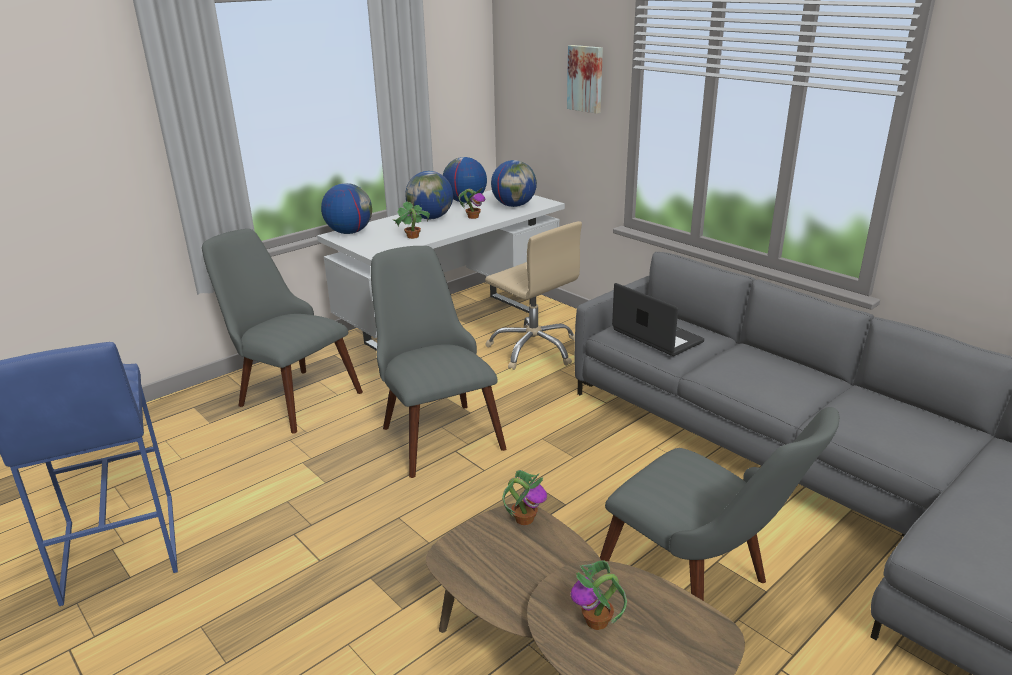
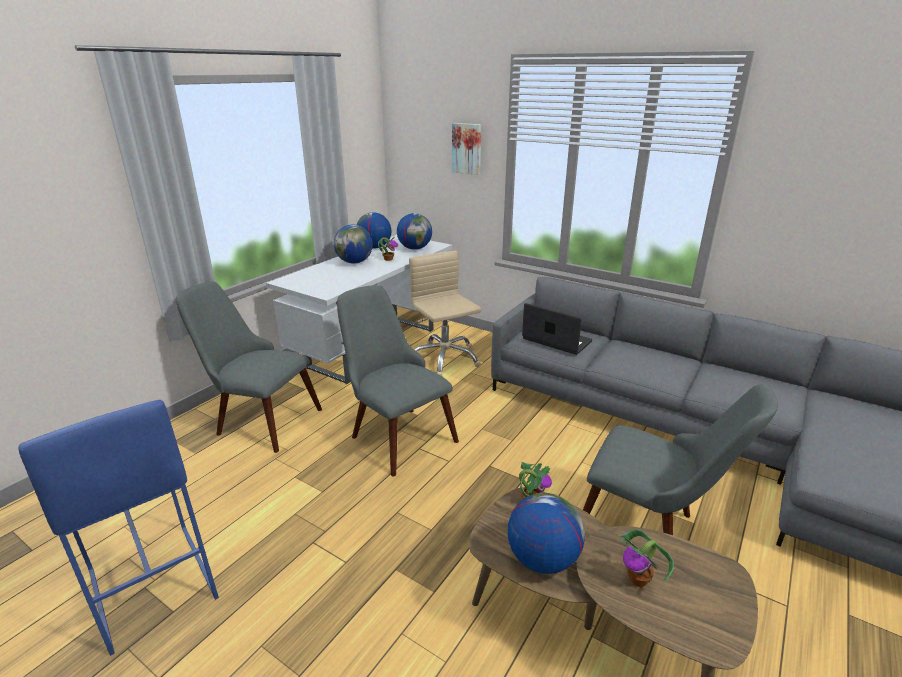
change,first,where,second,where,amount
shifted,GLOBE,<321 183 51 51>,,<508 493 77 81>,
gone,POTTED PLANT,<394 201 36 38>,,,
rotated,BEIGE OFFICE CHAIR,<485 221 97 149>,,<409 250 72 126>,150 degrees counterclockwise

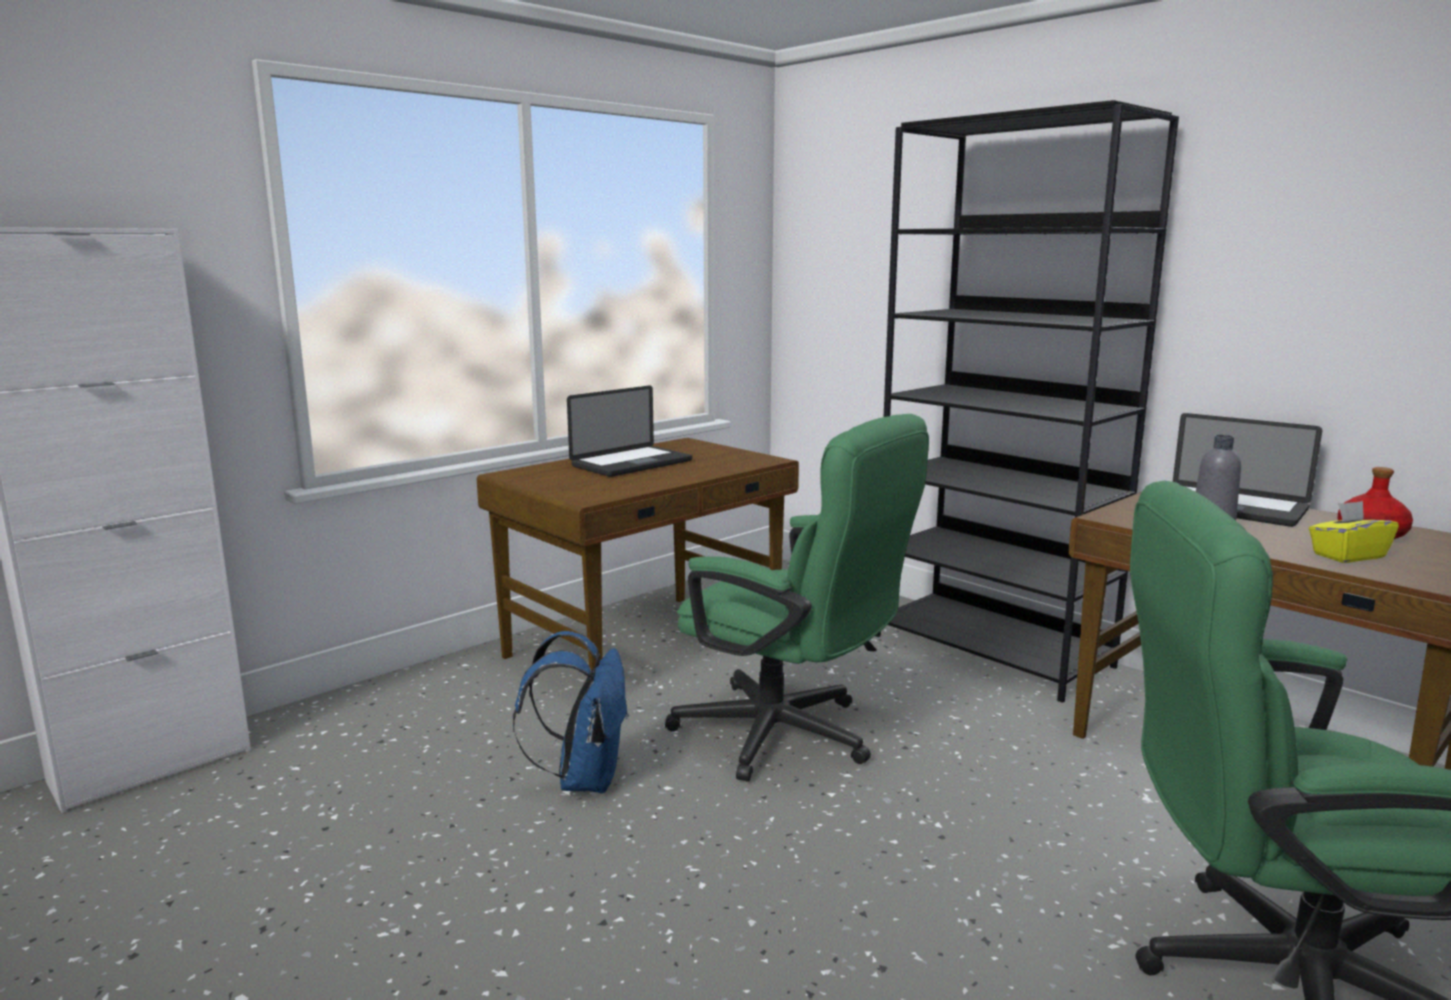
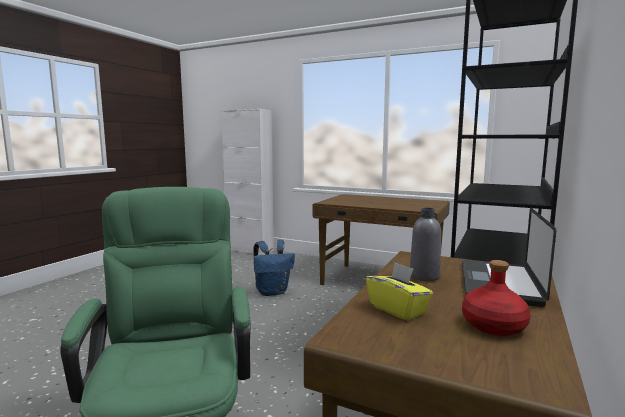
change,first,where,second,where,amount
gone,LAPTOP,<567 385 125 92>,,,
gone,GREEN OFFICE CHAIR,<665 414 264 368>,,,

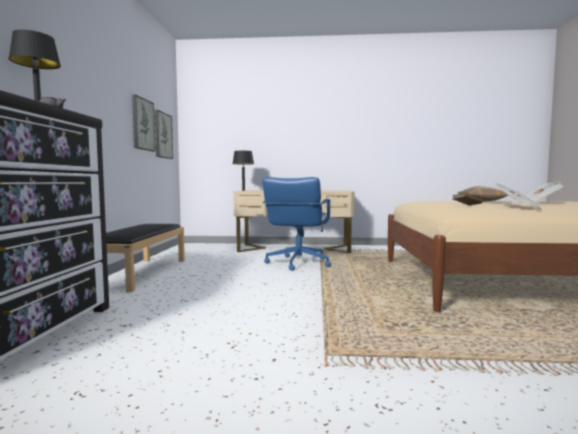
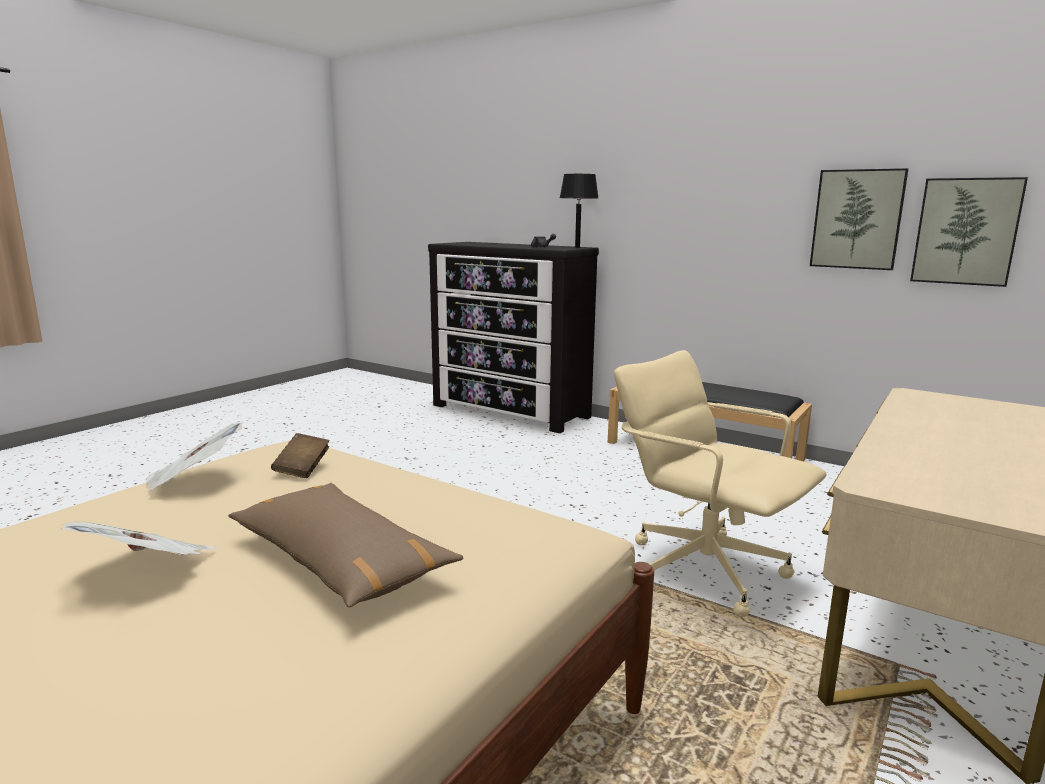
change,first,where,second,where,amount
gone,BLACK TABLE LAMP,<233 151 21 40>,,,
repainted,BLUE OFFICE CHAIR,<262 177 69 93>,BEIGE OFFICE CHAIR,<614 350 212 267>,

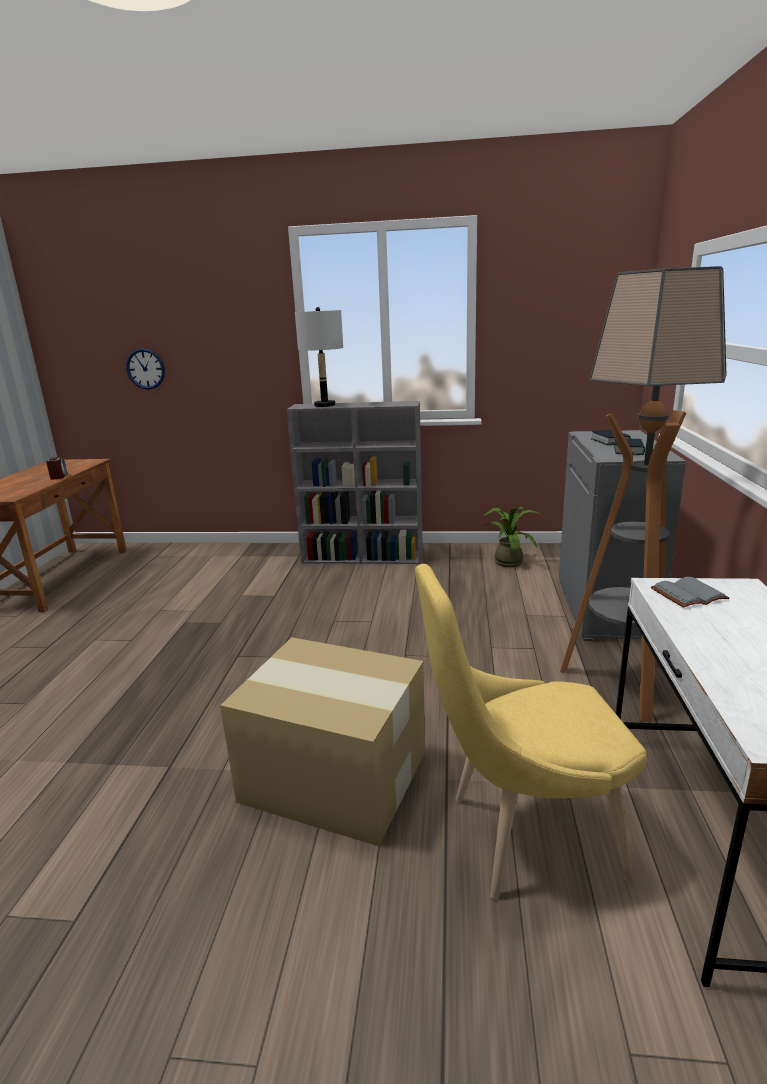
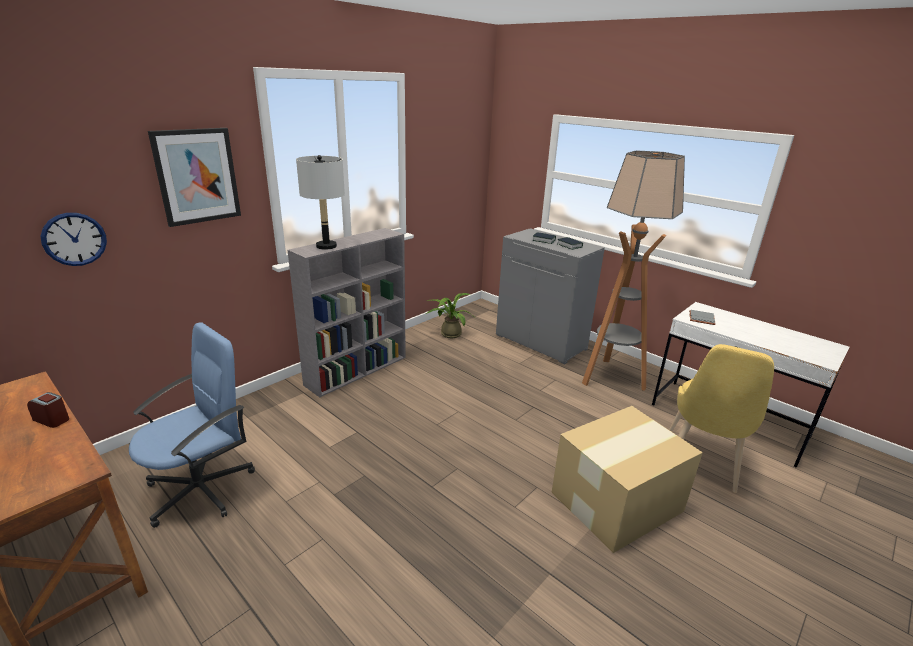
change,first,where,second,where,amount
new,,,PICTURE,<148 128 93 99>,
new,,,BLUE OFFICE CHAIR,<129 322 126 206>,

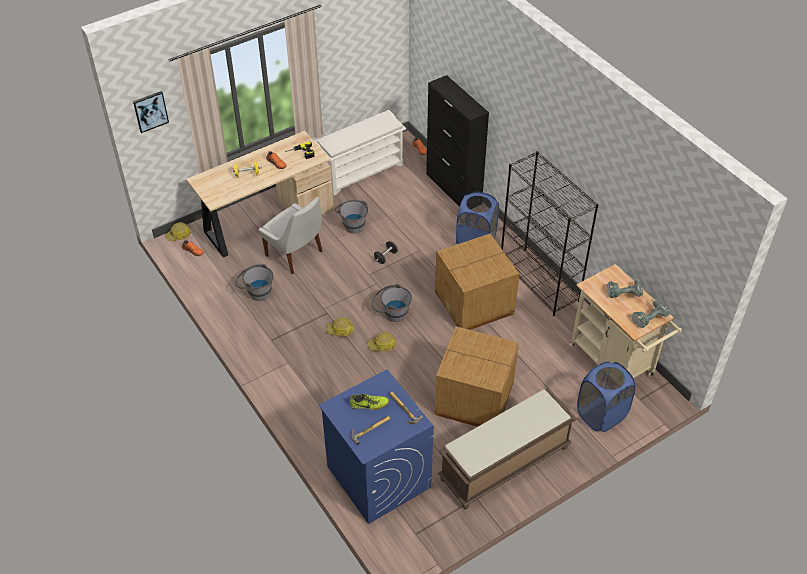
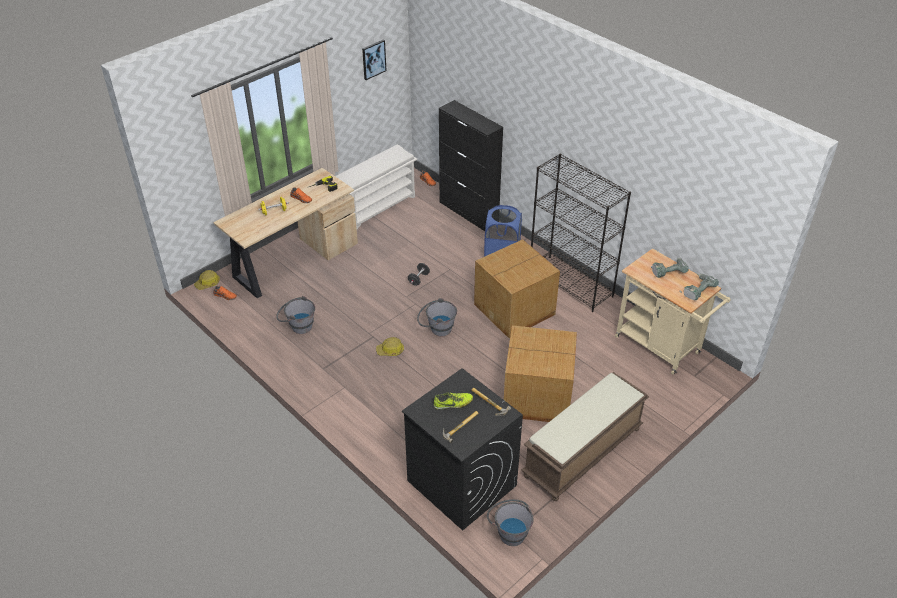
change,first,where,second,where,amount
shifted,PICTURE,<133 91 36 42>,,<362 40 25 40>,
gone,WHITE CHAIR,<259 197 64 77>,,,
shifted,GREY BUCKET,<335 200 33 34>,,<487 499 46 47>,
gone,HARD HAT,<368 332 28 20>,,,
gone,BLUE LAUNDRY BASKET,<577 361 58 71>,,,
repainted,BLUE WASHING MACHINE,<319 370 115 154>,BLACK WASHING MACHINE,<402 368 121 163>,

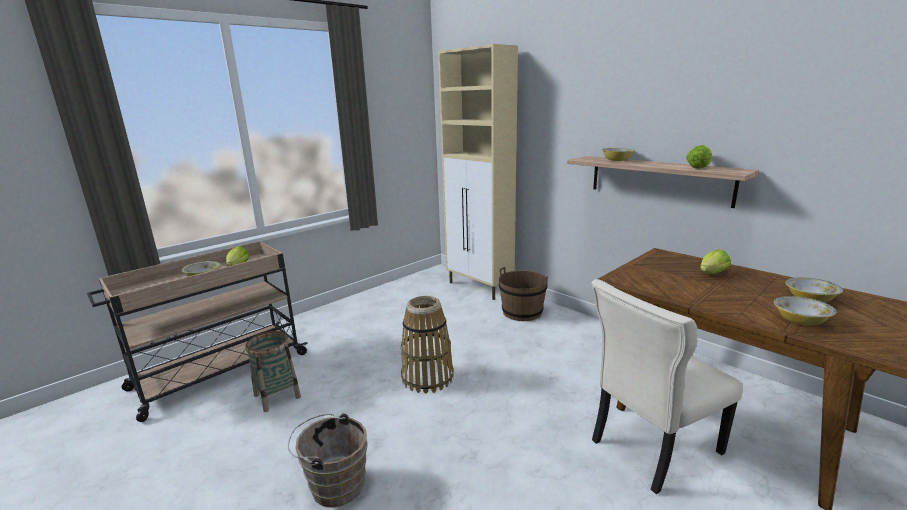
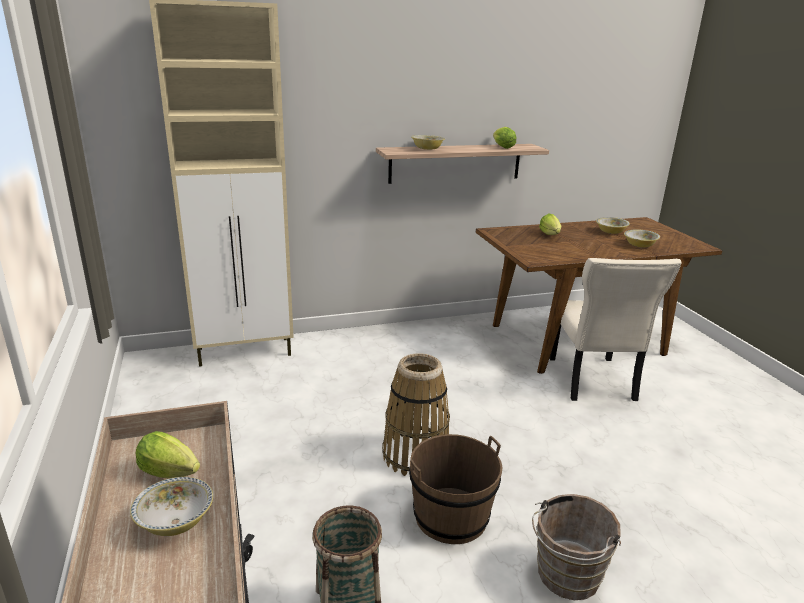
change,first,where,second,where,amount
shifted,BROWN BUCKET,<499 267 49 54>,,<409 434 93 110>,

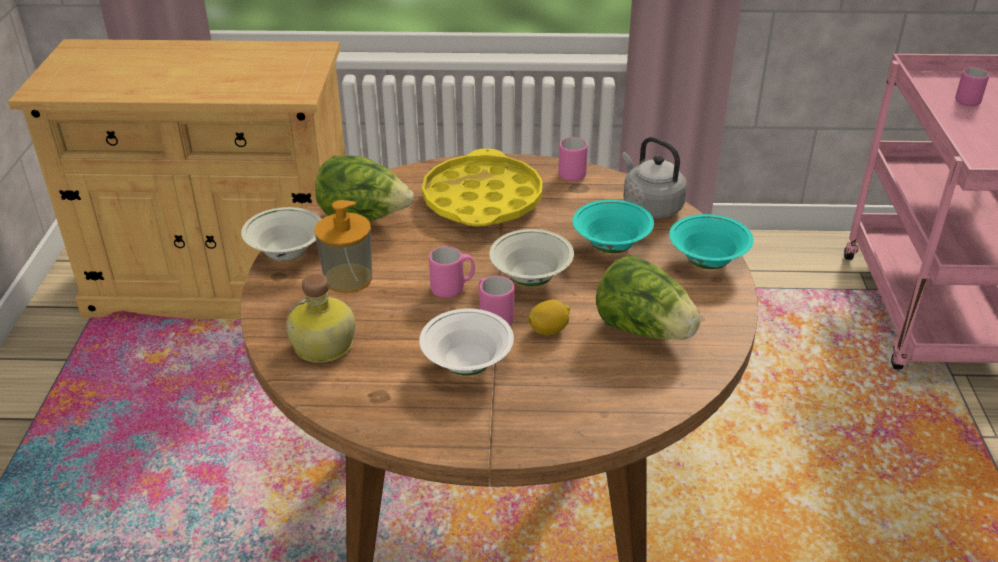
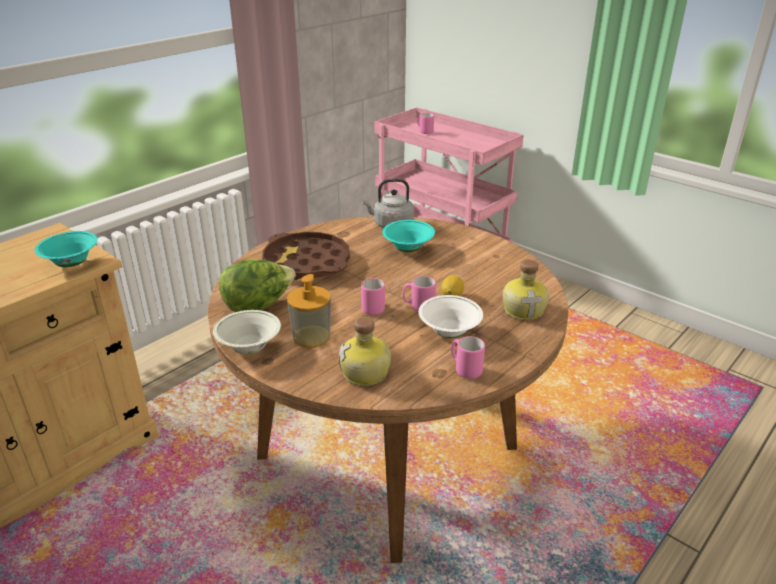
change,first,where,second,where,amount
shifted,PINK MUG,<558 137 30 44>,,<451 336 34 43>,
repainted,YELLOW TRAY,<422 149 121 77>,BROWN TRAY,<262 232 88 48>,
shifted,TURQUOISE BOWL,<669 214 84 55>,,<35 231 62 36>,
gone,WHITE BOWL,<489 229 85 57>,,,
gone,LETTUCE,<596 255 105 85>,,,
new,,,BOTTLE,<503 259 46 61>,

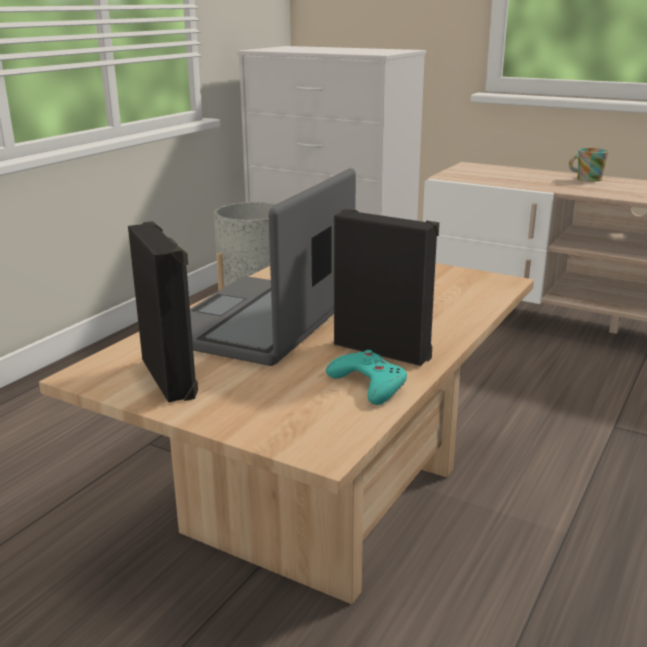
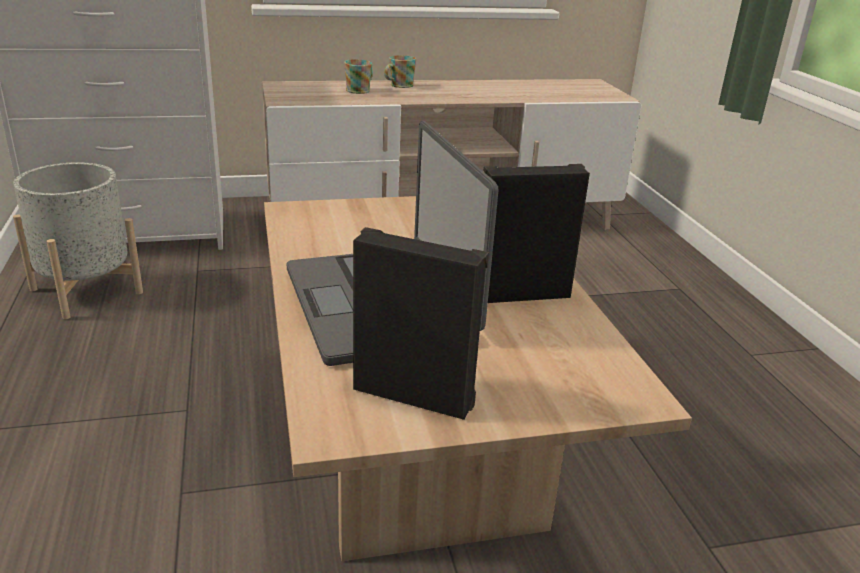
change,first,where,second,where,amount
gone,TURQUOISE GAME CONTROLLER,<326 350 81 55>,,,
new,,,MUG,<344 59 29 35>,

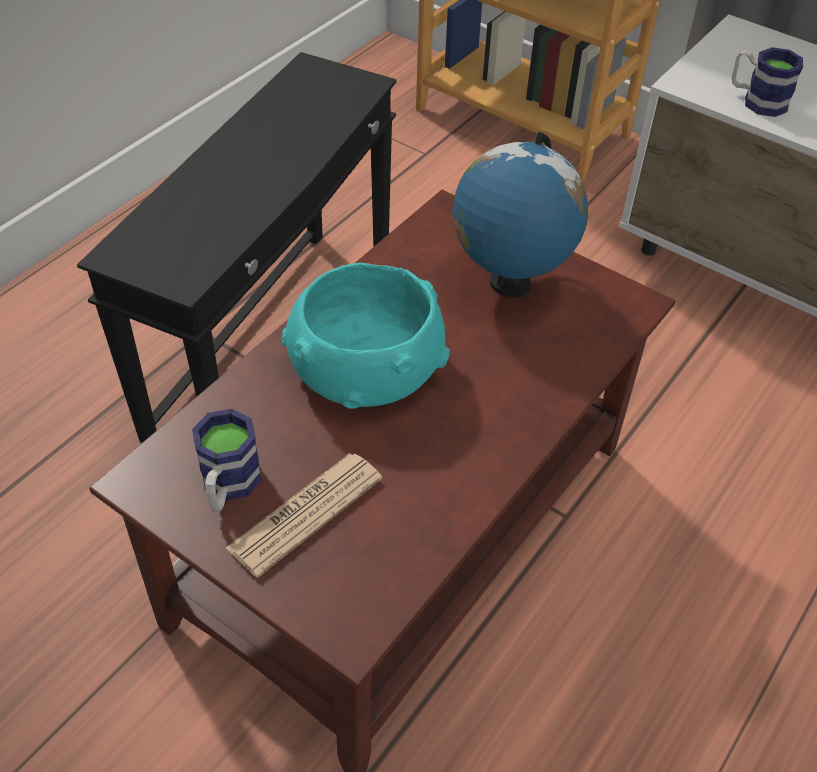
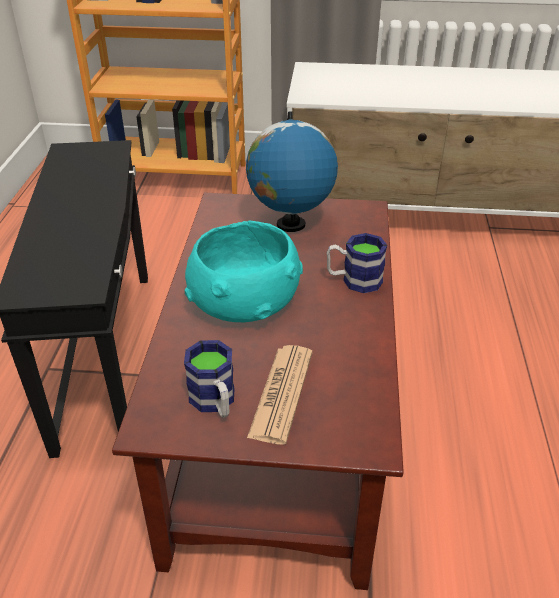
change,first,where,second,where,amount
shifted,MUG,<732 47 71 70>,,<327 233 61 60>,

